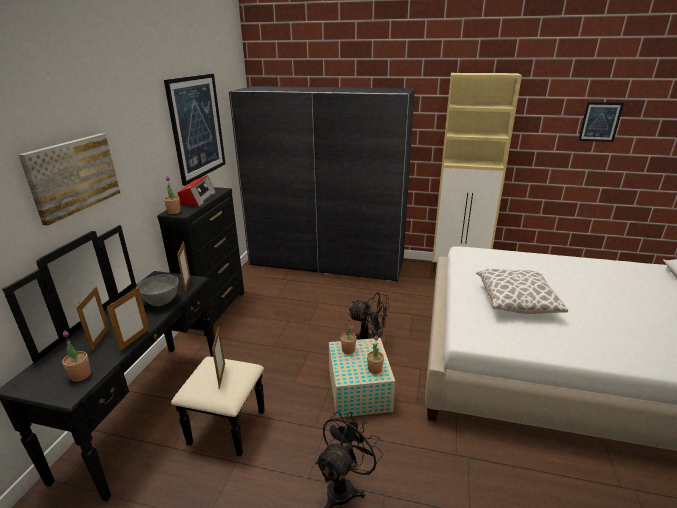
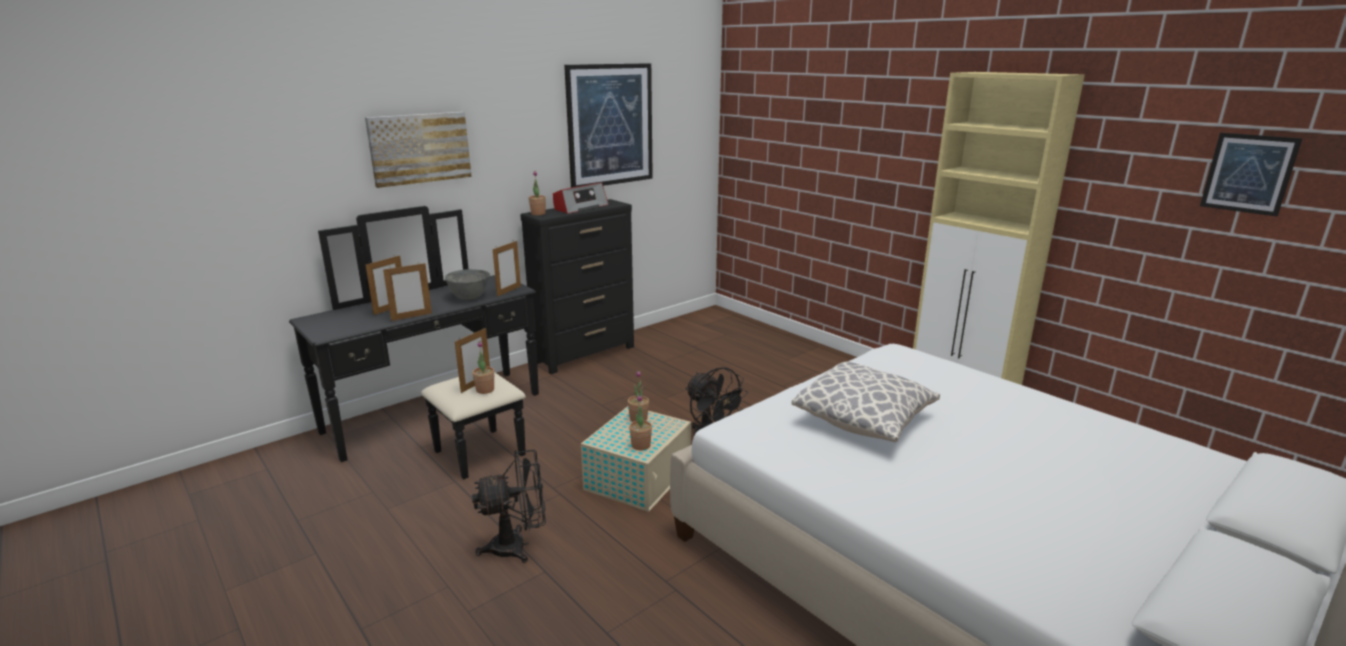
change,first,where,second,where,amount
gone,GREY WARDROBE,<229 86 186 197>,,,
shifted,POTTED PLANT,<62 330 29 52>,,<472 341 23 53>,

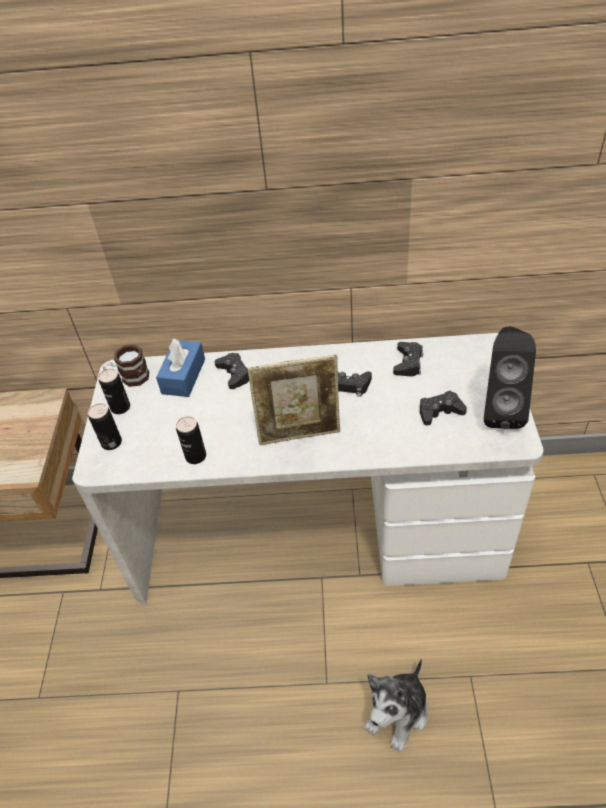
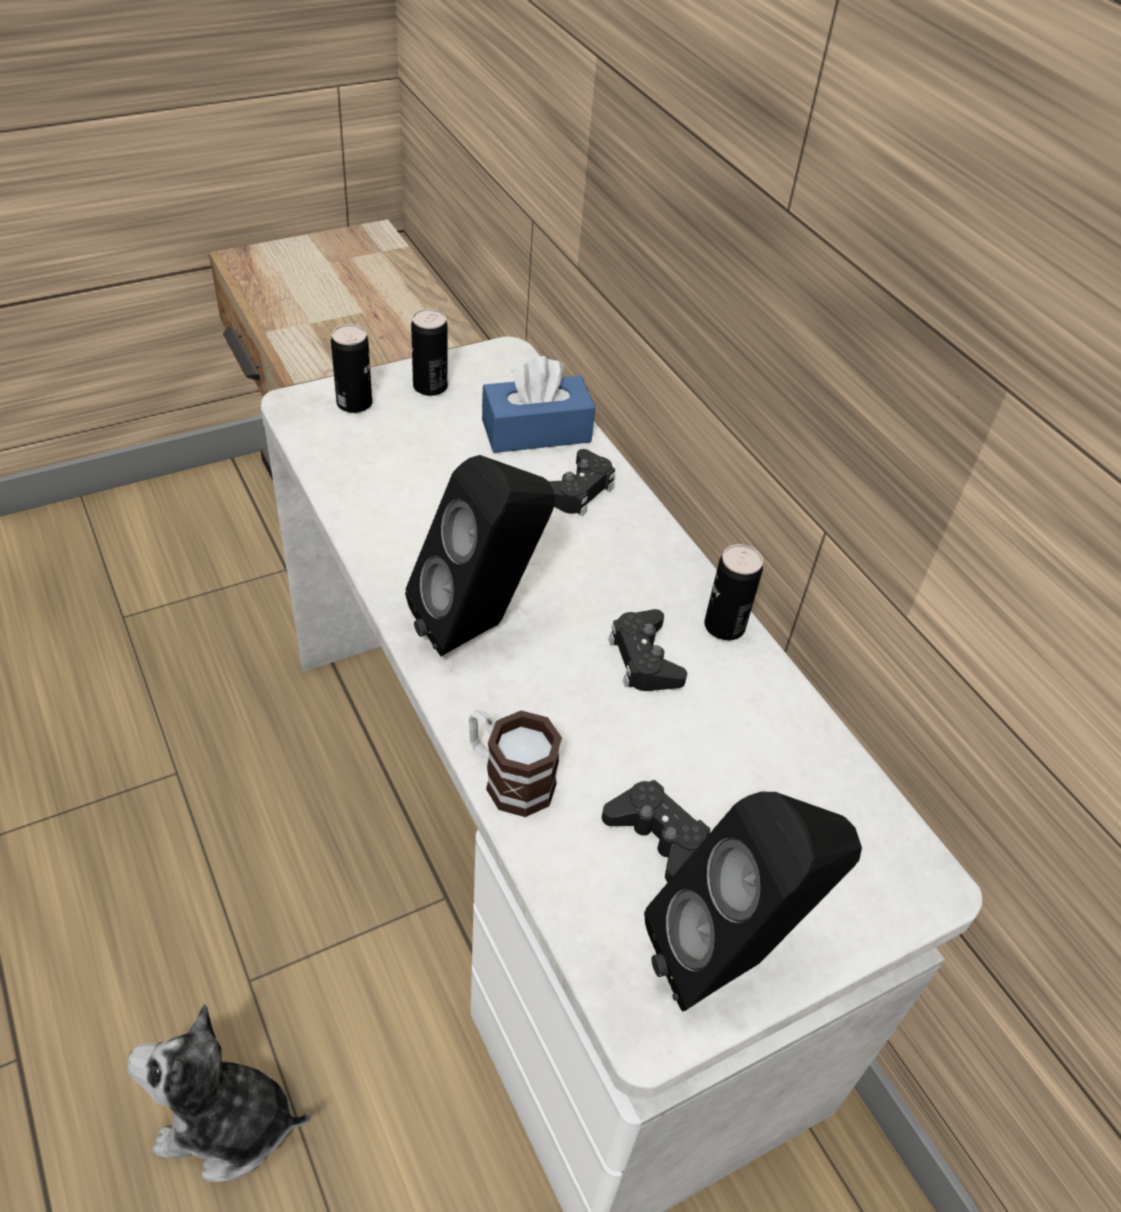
change,first,where,second,where,amount
gone,BLACK GAME CONTROLLER,<393 342 30 34>,,,
shifted,MUG,<103 344 46 43>,,<469 709 93 108>,
swapped,PICTURE FRAME,<247 355 93 90>,BLACK SPEAKER,<405 455 150 202>,
shifted,CAN,<176 416 30 48>,,<704 544 59 96>,

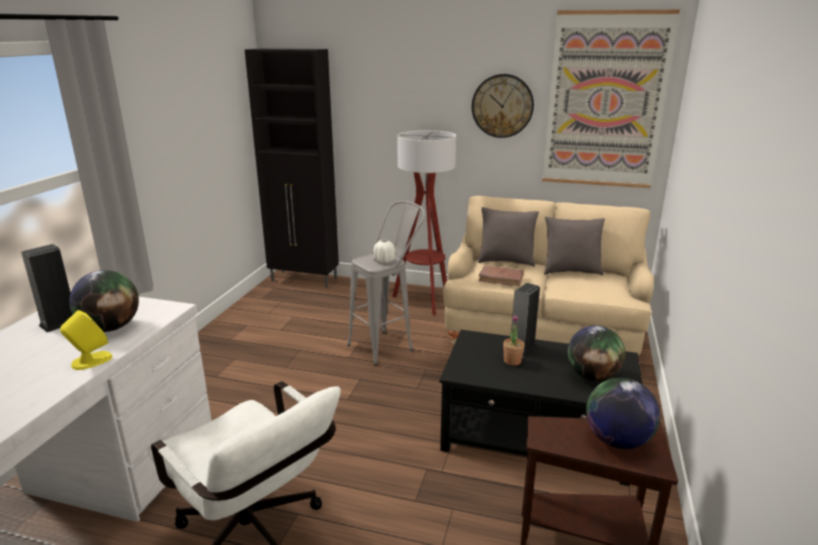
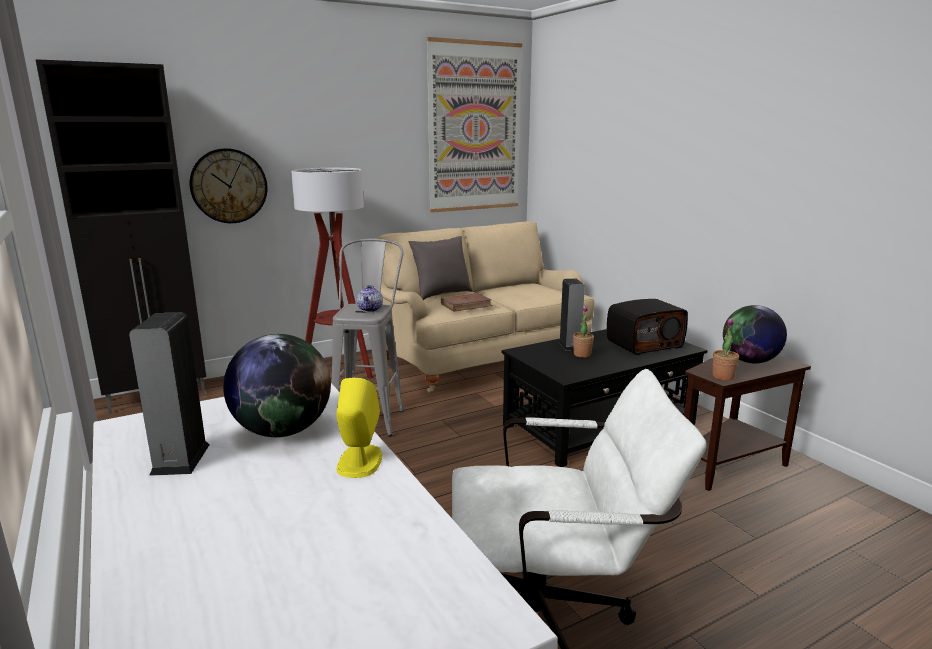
change,first,where,second,where,amount
shifted,WALL CLOCK,<472 74 62 64>,,<190 148 77 75>,
gone,GREY PILLOW,<544 217 61 58>,,,
swapped,WHITE VASE,<373 240 22 23>,TEAPOT,<357 285 26 27>,
swapped,GLOBE,<568 326 58 55>,RADIO,<607 299 81 56>,
new,,,POTTED PLANT,<712 318 27 63>,

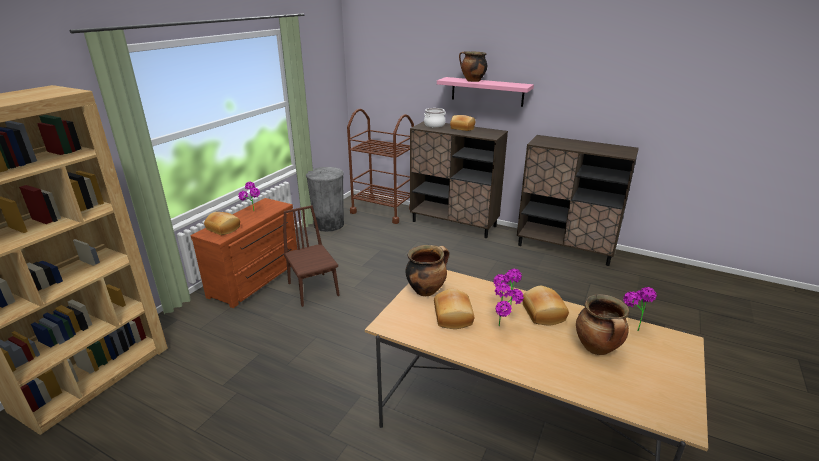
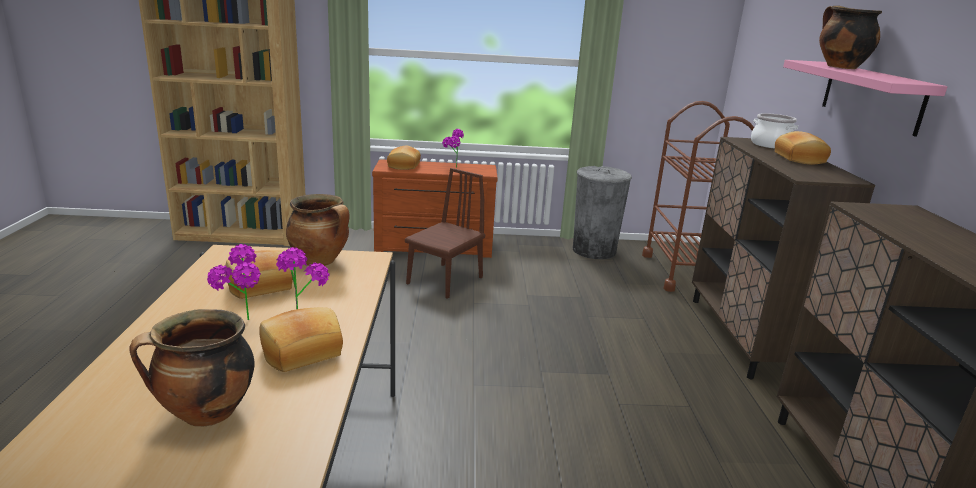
change,first,where,second,where,amount
gone,POTTED PLANT,<623 287 34 44>,,,

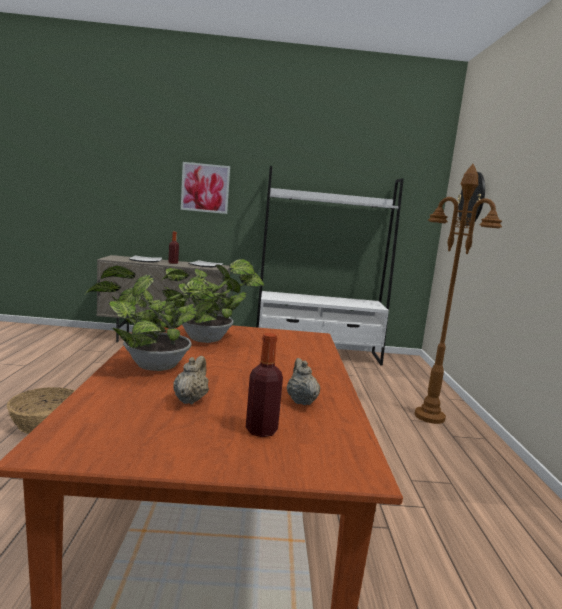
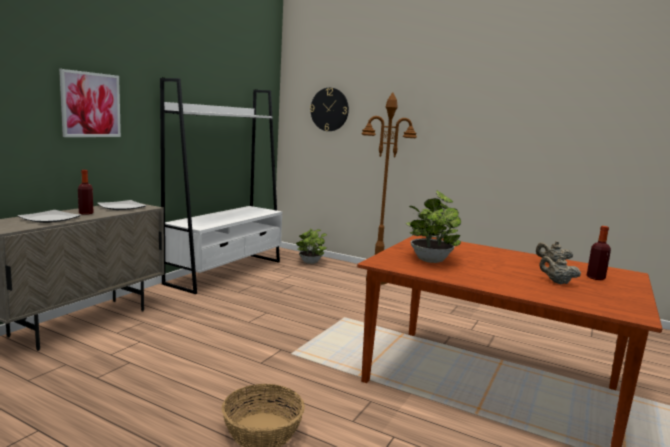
change,first,where,second,where,amount
shifted,POTTED PLANT,<85 266 130 105>,,<296 229 31 35>,

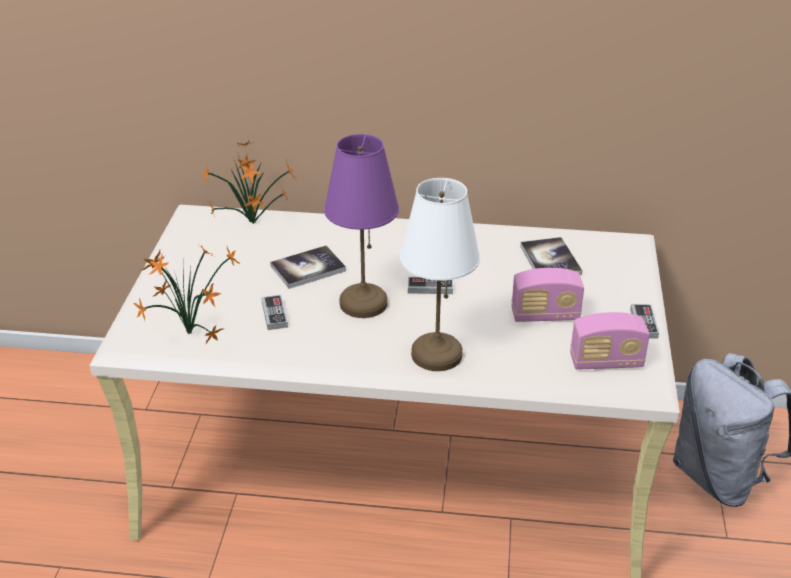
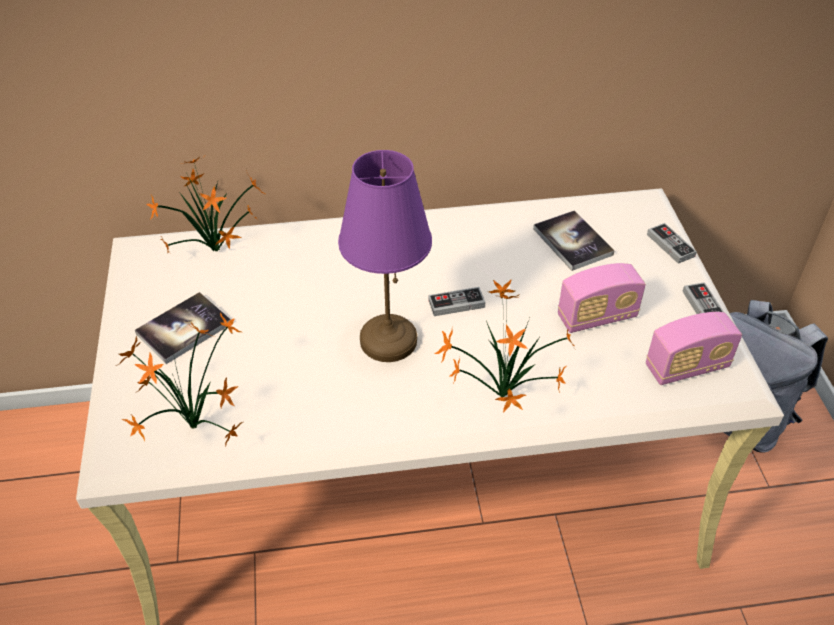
change,first,where,second,where,amount
swapped,WHITE TABLE LAMP,<400 178 80 193>,POTTED PLANT,<435 279 140 134>,
shifted,BOOK,<270 245 76 44>,,<135 292 96 72>,
shifted,GAME CONTROLLER,<261 295 27 35>,,<647 223 50 41>,

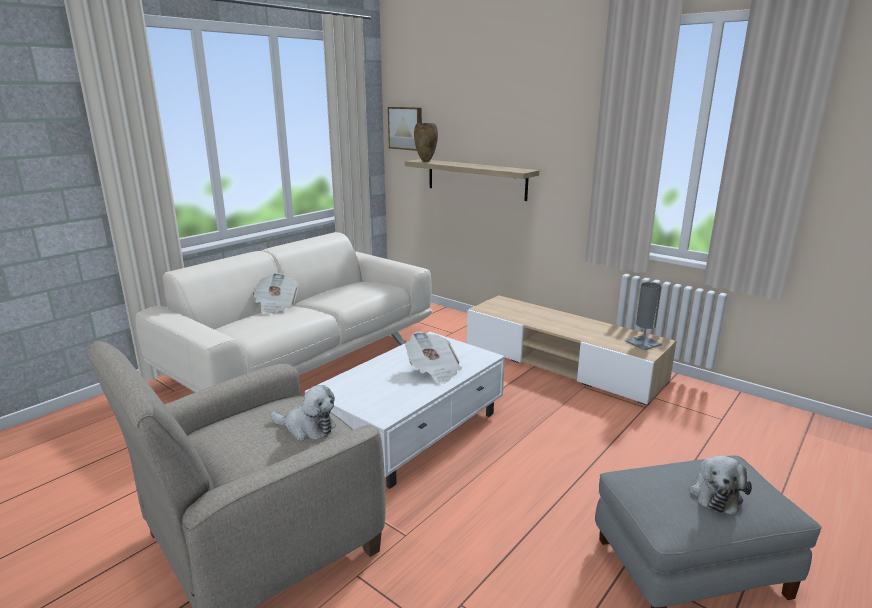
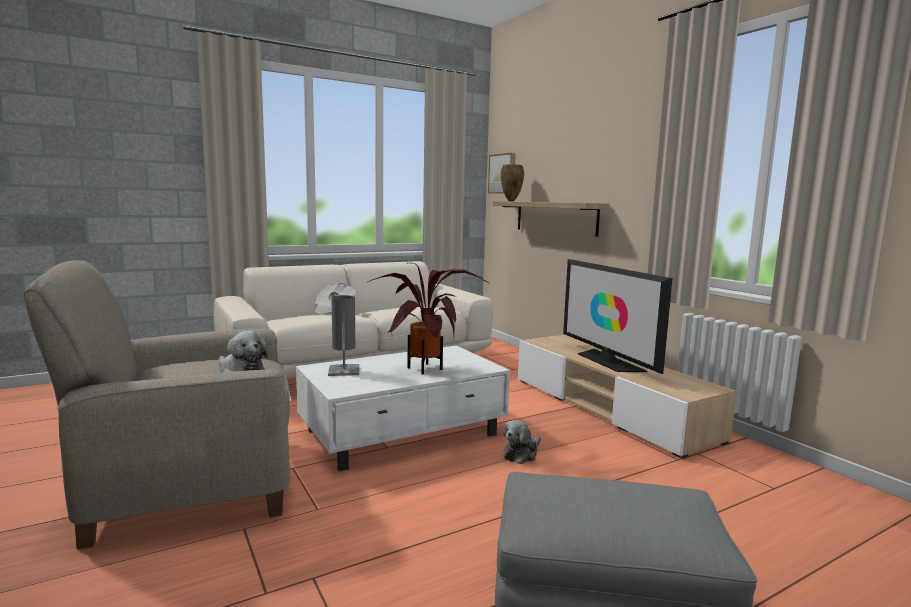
change,first,where,second,where,amount
shifted,GREY TABLE LAMP,<625 282 37 69>,,<328 295 32 81>,
swapped,NEWSPAPER,<405 331 57 53>,POTTED PLANT,<368 263 122 111>,
shifted,PLUSH TOY,<689 456 63 59>,,<503 420 38 44>,
new,,,TELEVISION,<563 259 109 115>,

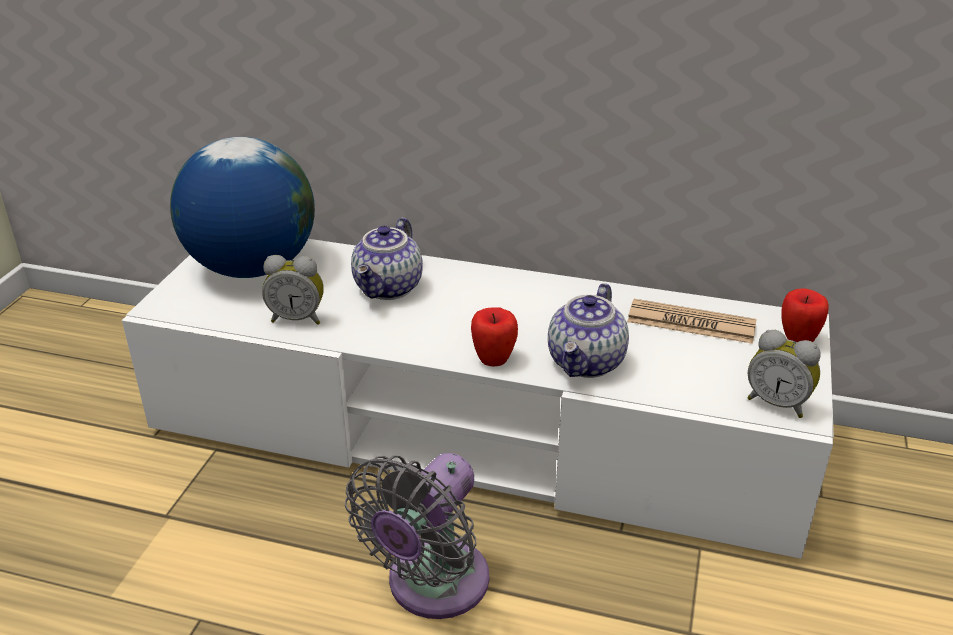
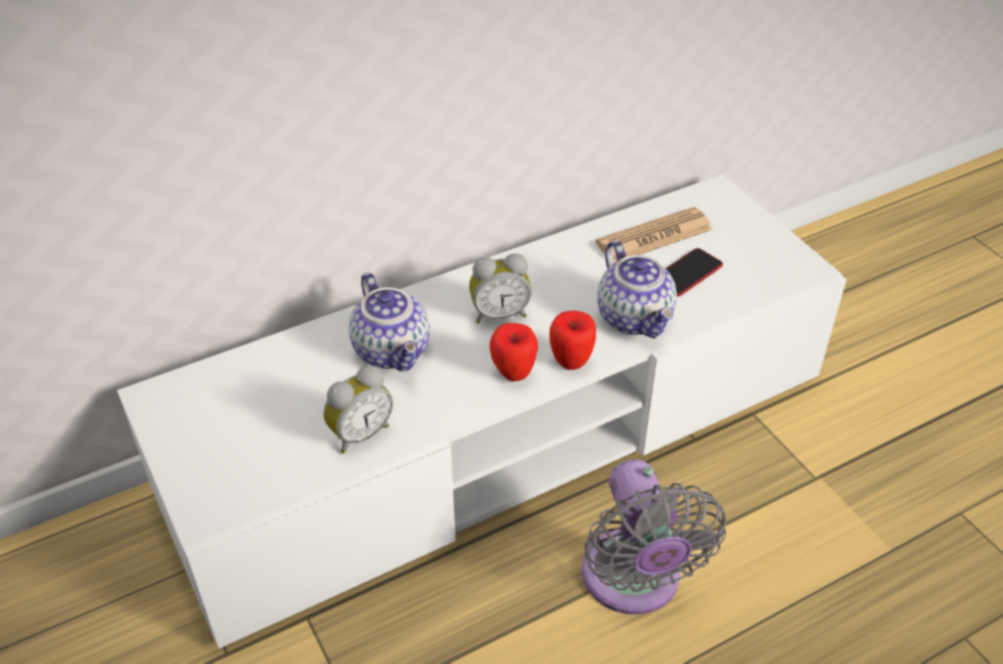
change,first,where,second,where,amount
gone,GLOBE,<170 137 145 141>,,,
shifted,APPLE,<781 288 48 54>,,<490 323 48 58>,
shifted,ALARM CLOCK,<747 330 74 88>,,<469 253 63 71>,
new,,,PHONE,<666 248 57 48>,

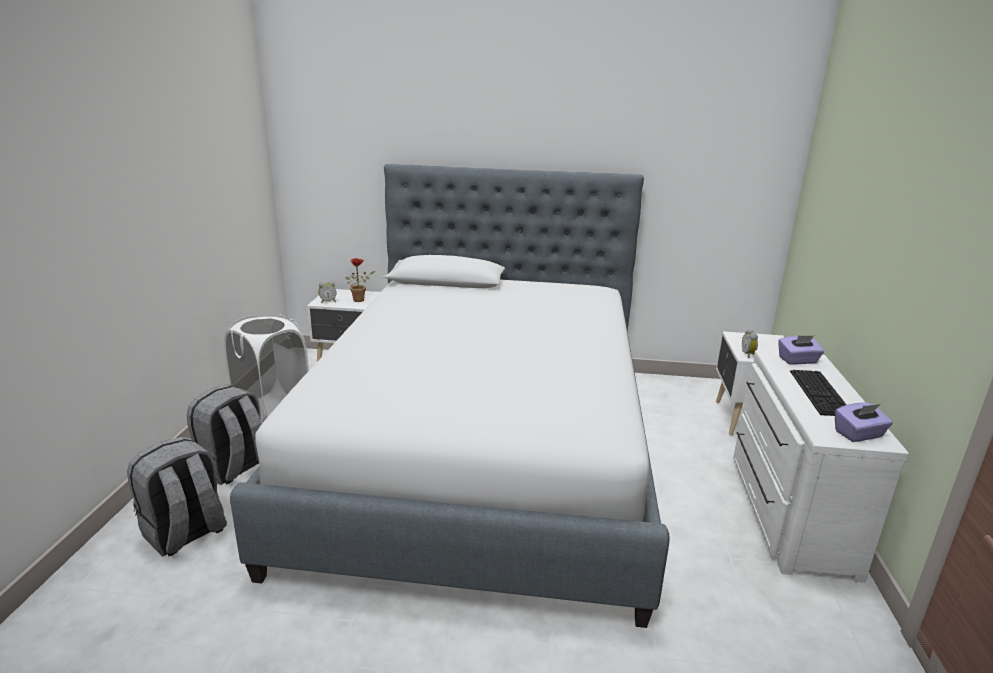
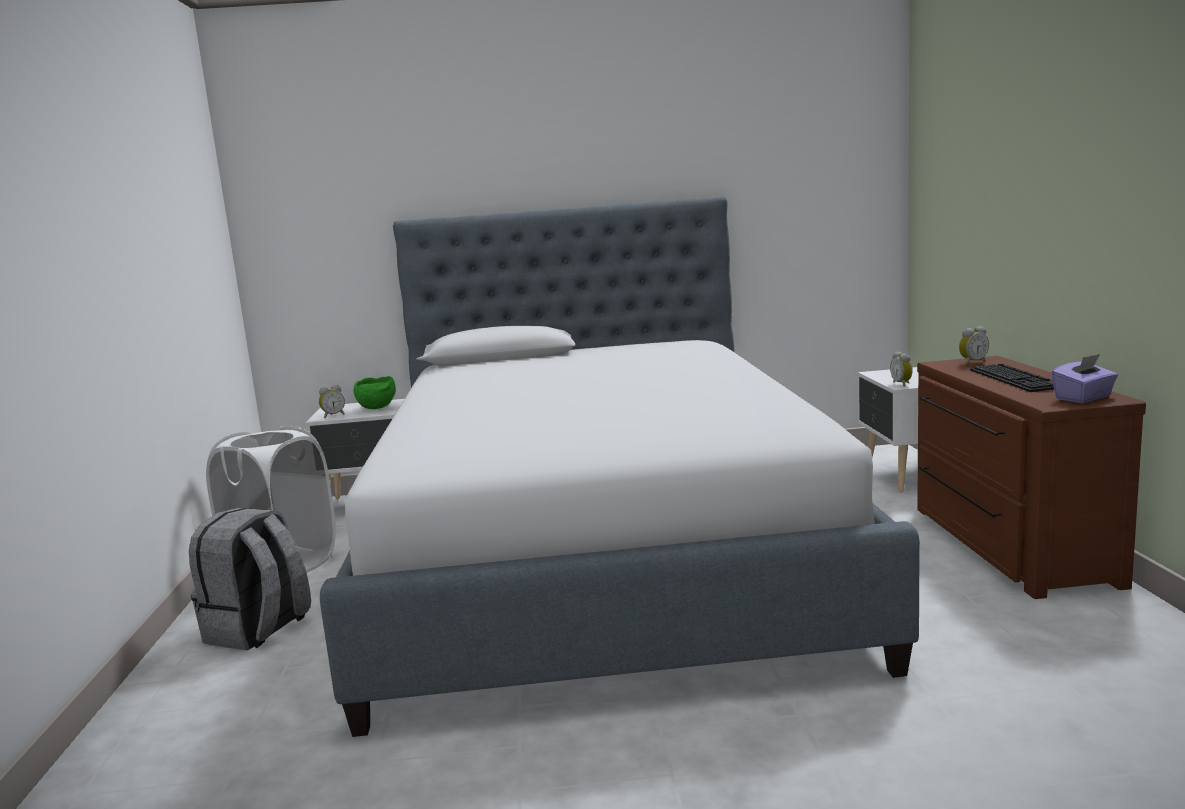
change,first,where,second,where,amount
swapped,POTTED PLANT,<345 258 30 44>,GREEN BOWL,<354 376 42 33>,
swapped,PURPLE TISSUE BOX,<778 336 46 29>,ALARM CLOCK,<959 326 30 39>,
repainted,WHITE DRESSER,<733 350 176 233>,BROWN DRESSER,<917 356 229 243>,
gone,GREY BACKPACK,<127 437 100 120>,,,

